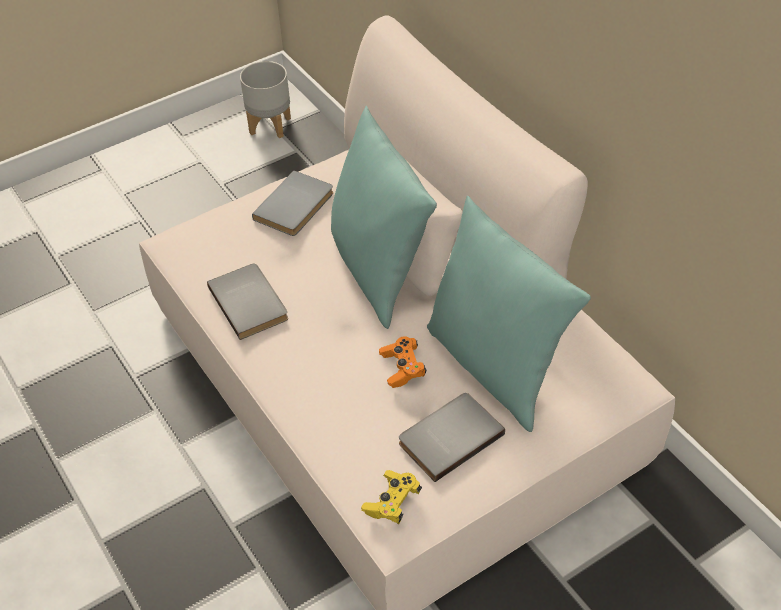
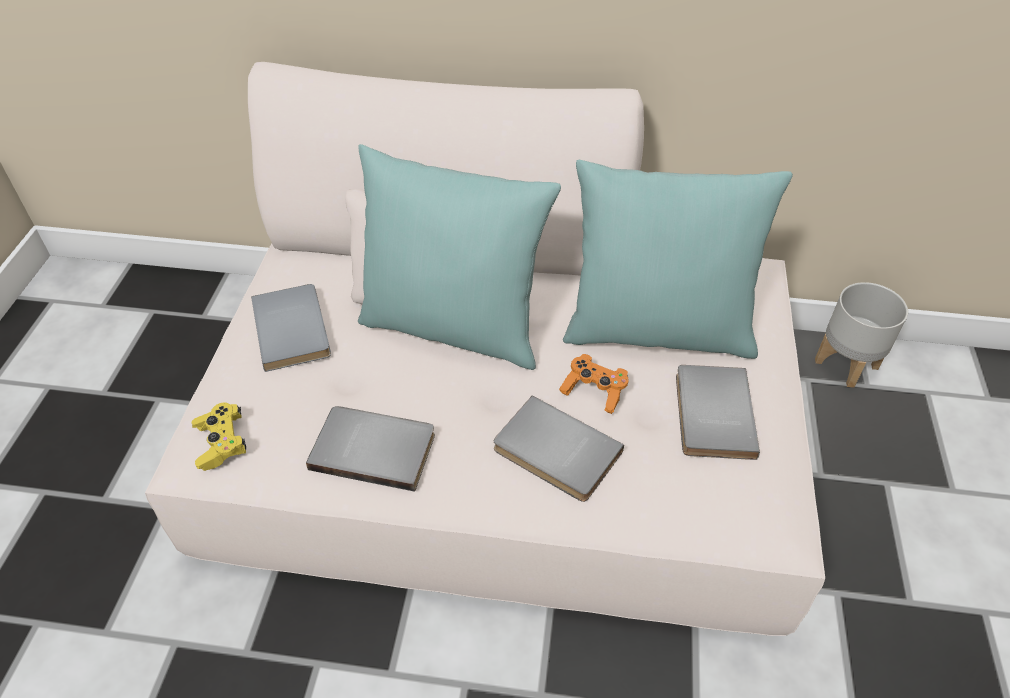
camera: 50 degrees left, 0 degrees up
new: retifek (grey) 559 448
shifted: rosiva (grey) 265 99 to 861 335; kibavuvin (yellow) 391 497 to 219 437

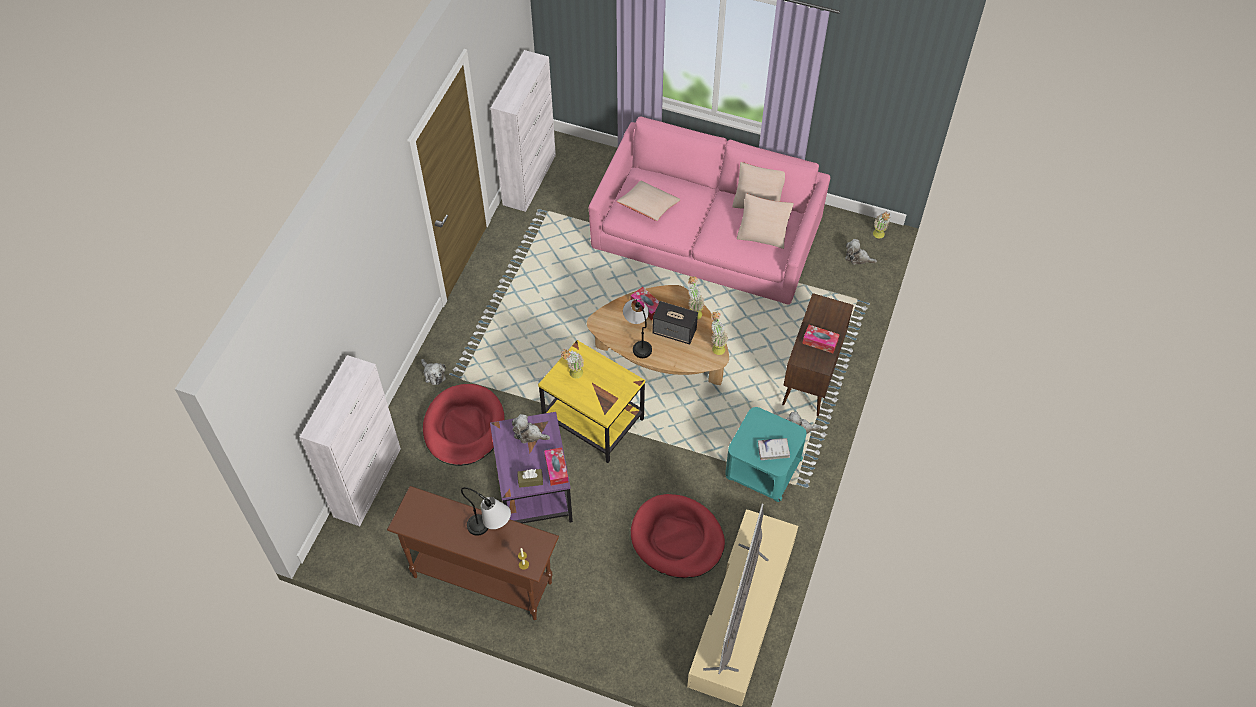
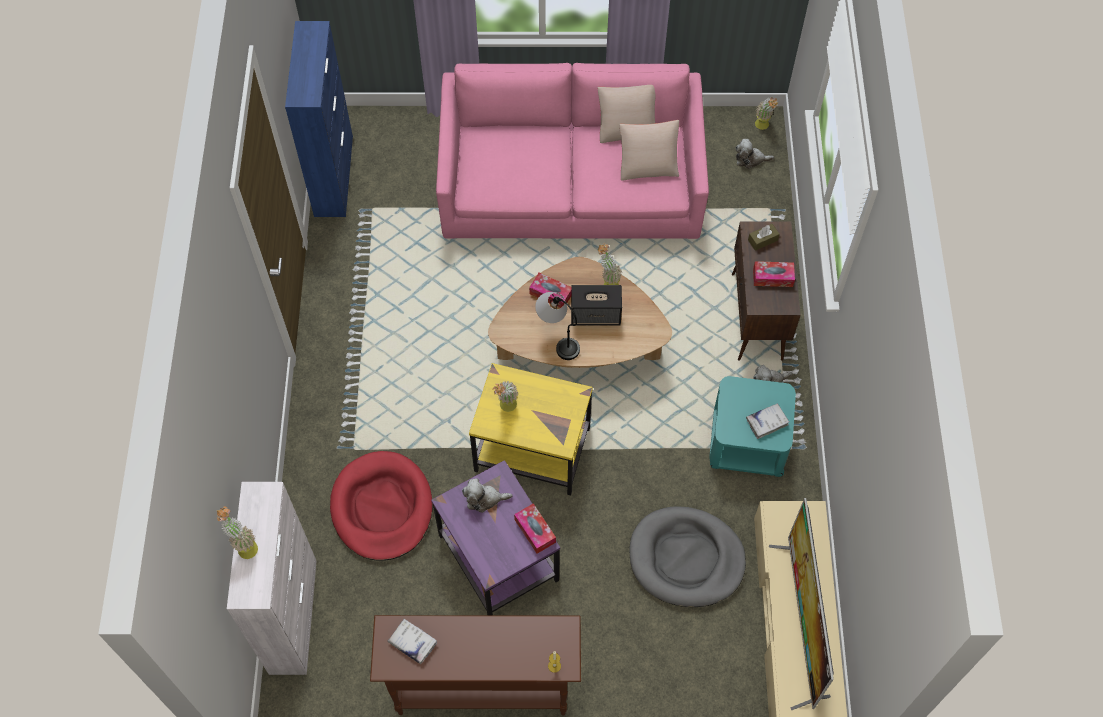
camera: 20 degrees left, 5 degrees up
gone: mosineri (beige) 649 201; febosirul 433 372; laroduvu 486 511
new: retifek (white) 412 641
shifted: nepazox 719 333 to 237 532; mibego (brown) 530 478 to 764 237
repainted: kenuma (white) 523 131 to kenuma (blue) 319 119; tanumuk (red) 678 536 to tanumuk (grey) 687 556

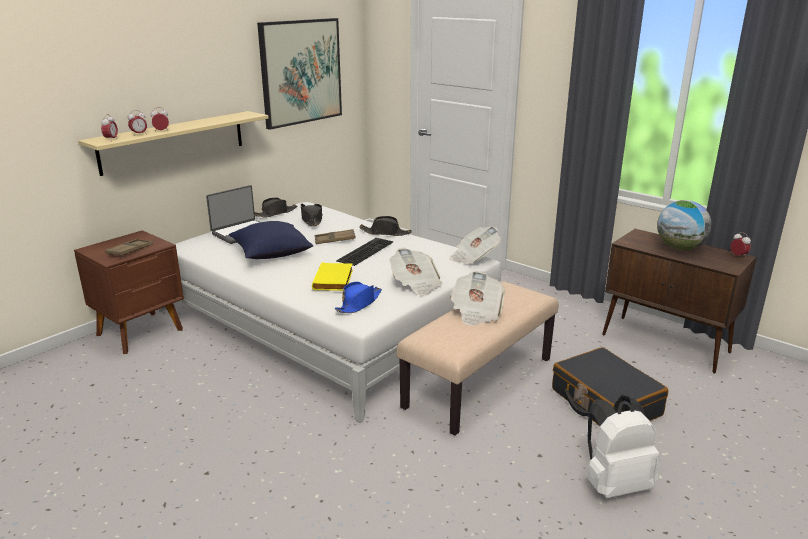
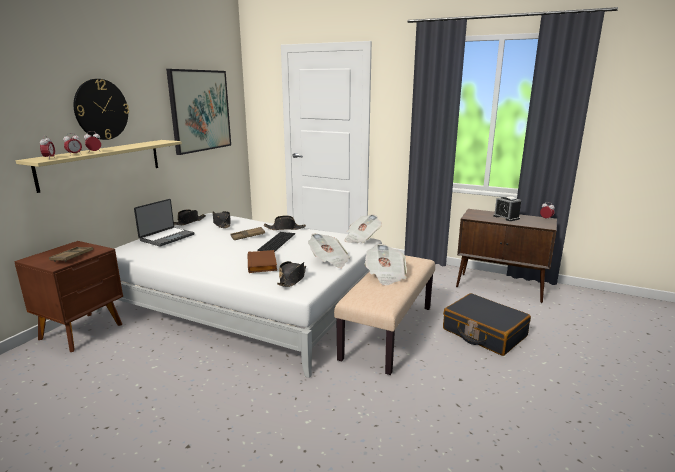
camera: 15 degrees left, 5 degrees down
gone: mosineri (blue) 271 240; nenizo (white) 623 446
new: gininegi 101 109
swapped: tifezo 684 225 to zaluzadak 507 208
repainted: retifek (yellow) 332 276 to retifek (brown) 262 261; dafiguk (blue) 358 297 to dafiguk (black) 291 274

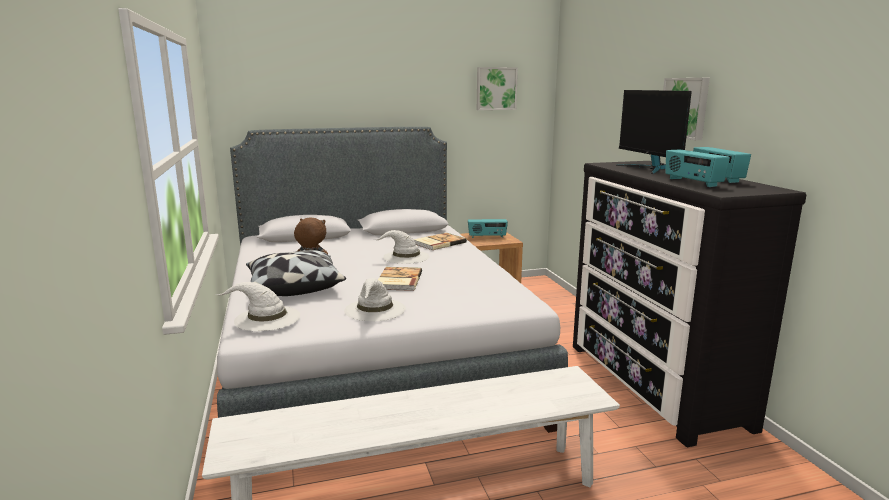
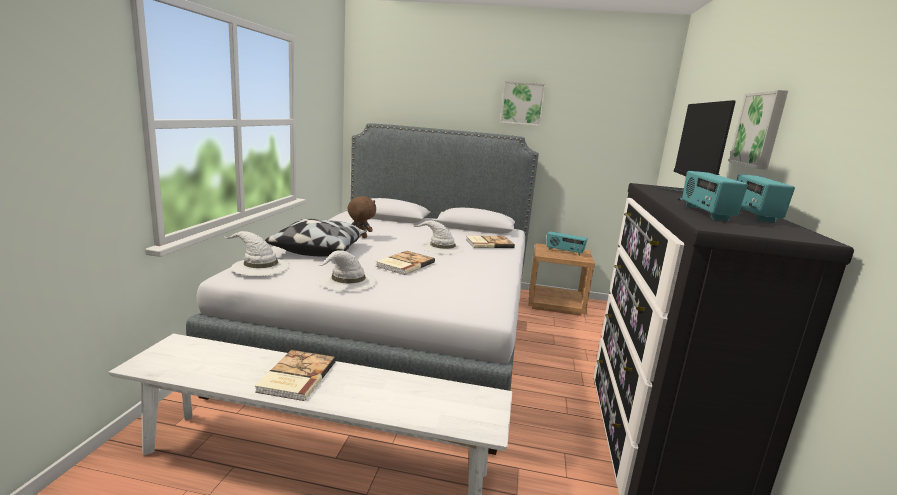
camera: 25 degrees right, 0 degrees up
new: retifek 295 375
shifted: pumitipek 497 88 to 523 103

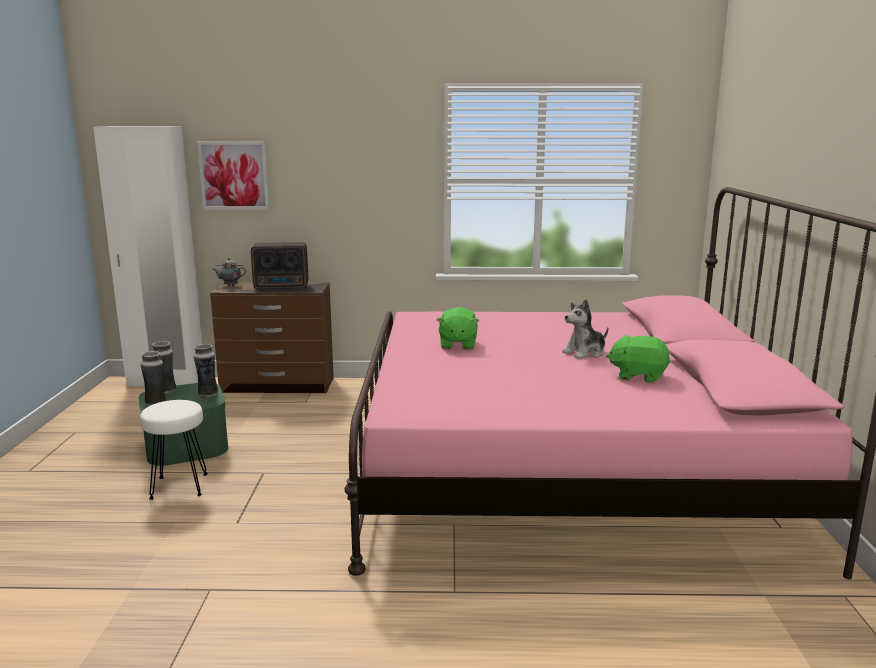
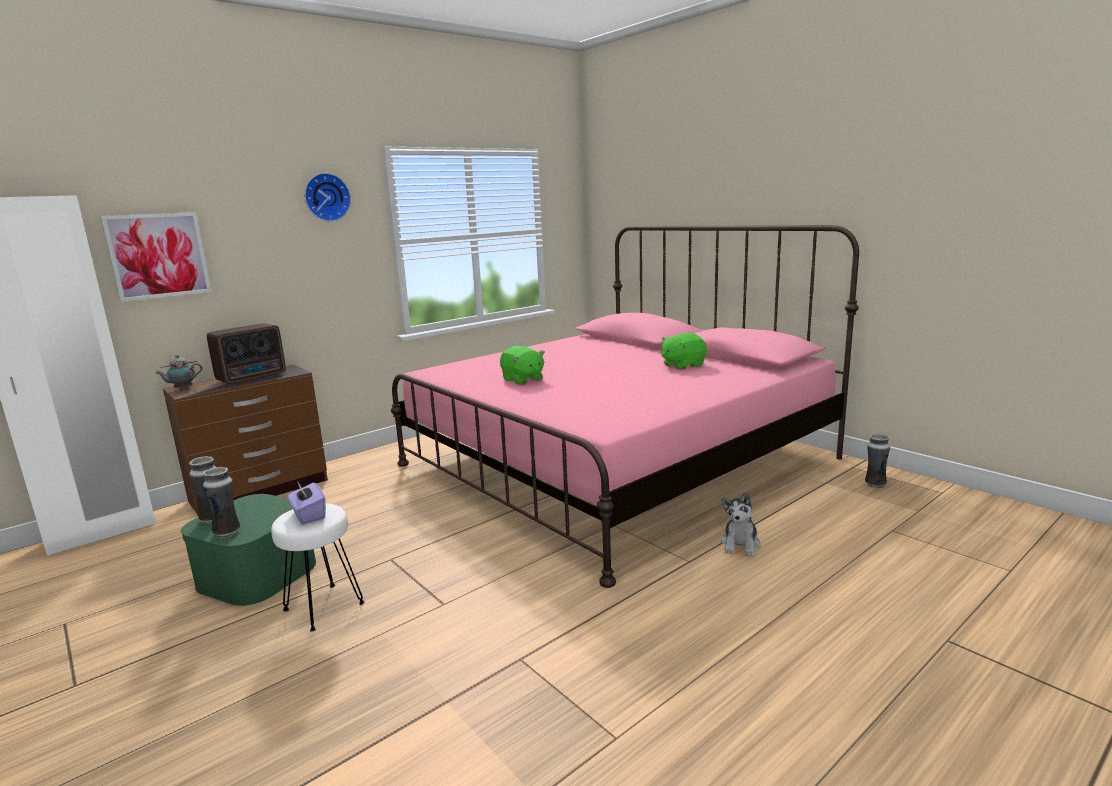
camera: 40 degrees left, 0 degrees up
new: gininegi 327 197; mibego (purple) 307 502
shifted: febosirul 585 329 to 741 524; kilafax 206 371 to 877 461

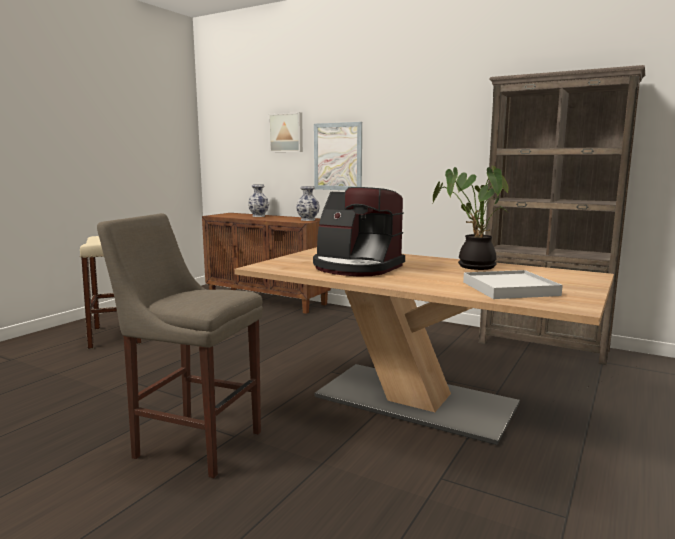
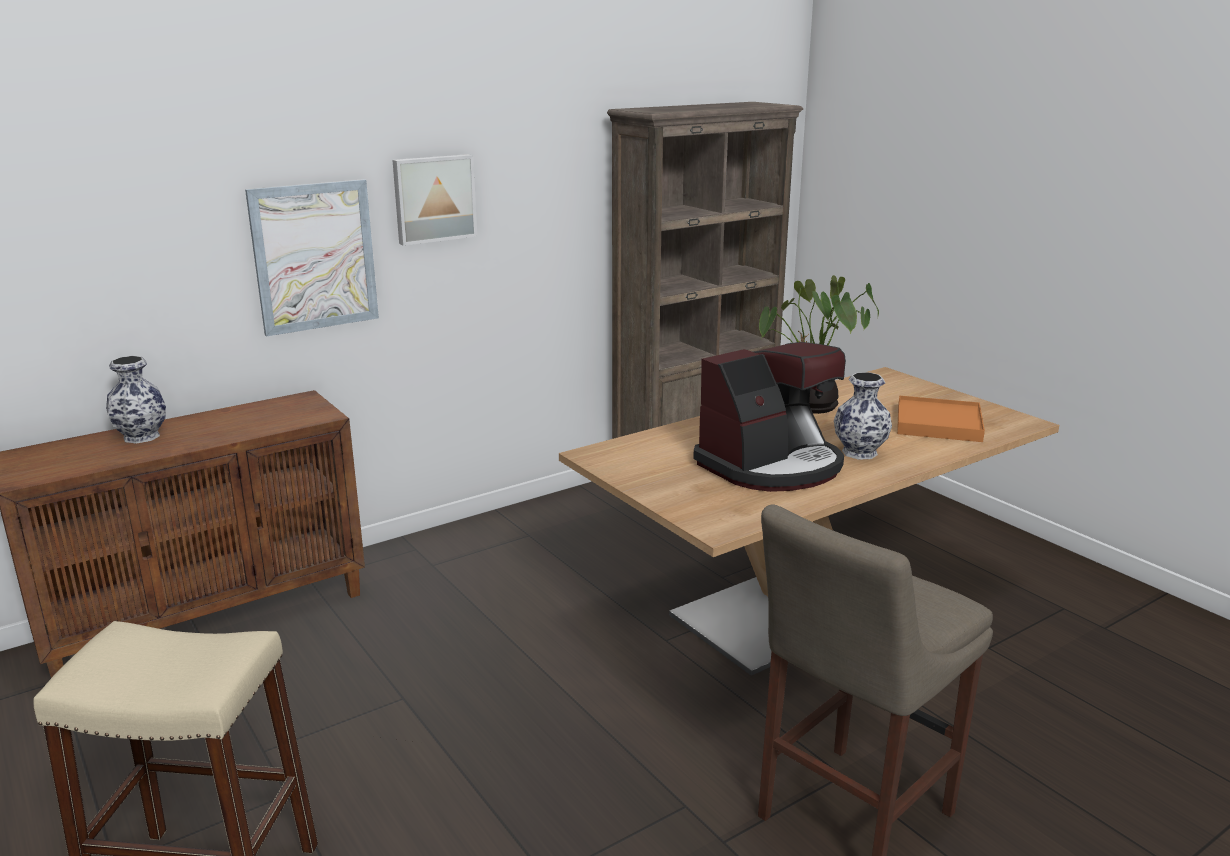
camera: 65 degrees left, 10 degrees up
shifted: pumitipek 285 132 to 434 200; kilafax 308 203 to 863 416
repainted: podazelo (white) 513 284 to podazelo (orange) 941 419

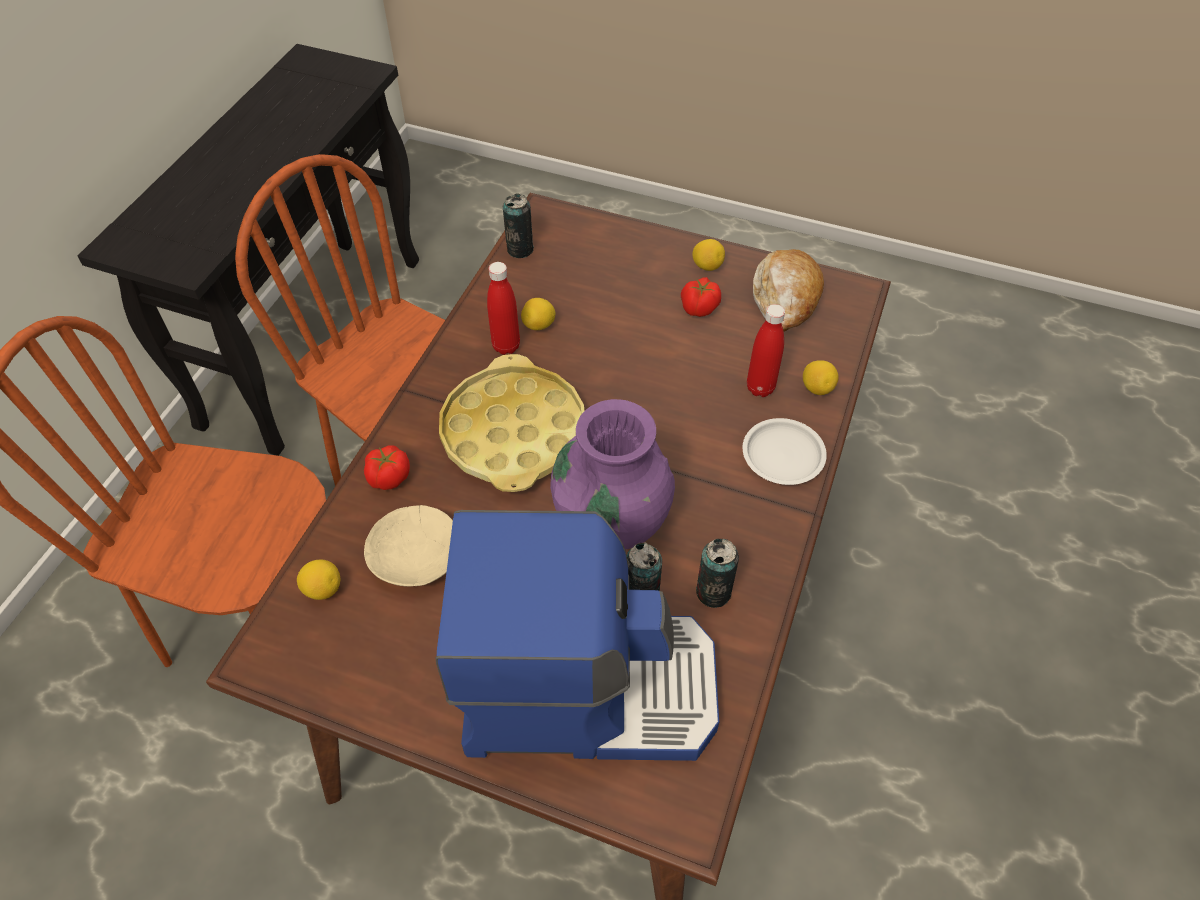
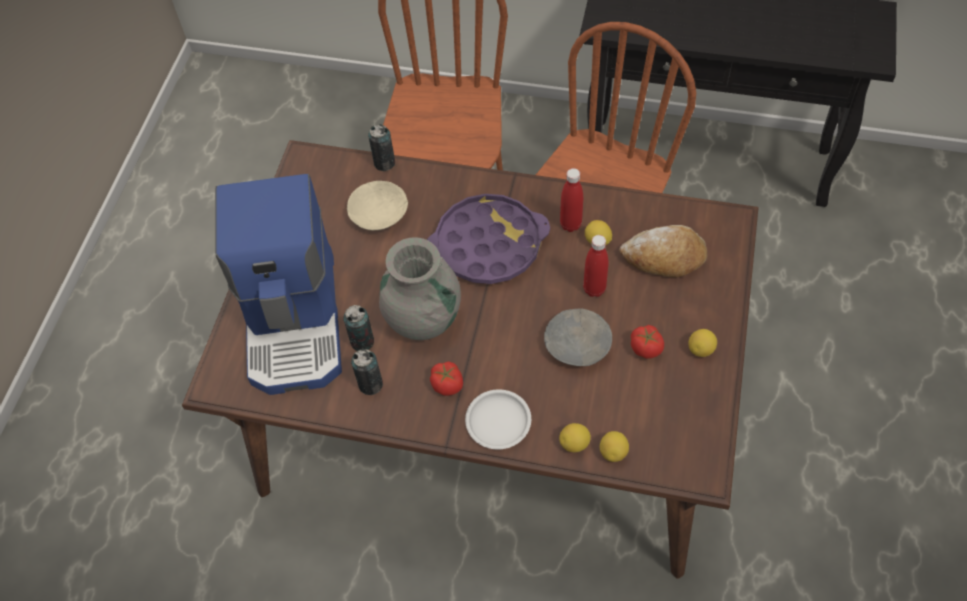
camera: 85 degrees right, 5 degrees up
new: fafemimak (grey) 578 337
shifted: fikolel 518 226 to 381 147; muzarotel 788 290 to 663 251; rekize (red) 766 350 to 596 266; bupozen 387 468 to 446 378; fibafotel 318 579 to 614 446
repainted: podazelo (yellow) 511 423 to podazelo (purple) 488 239; kilafax (purple) 612 474 to kilafax (grey) 420 288

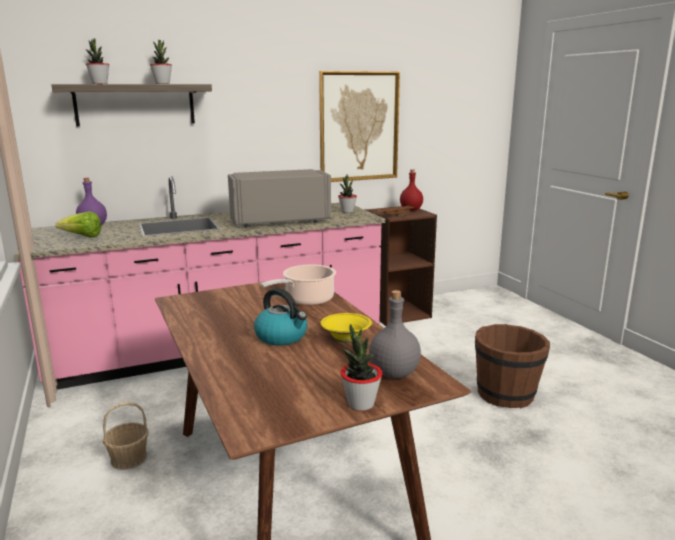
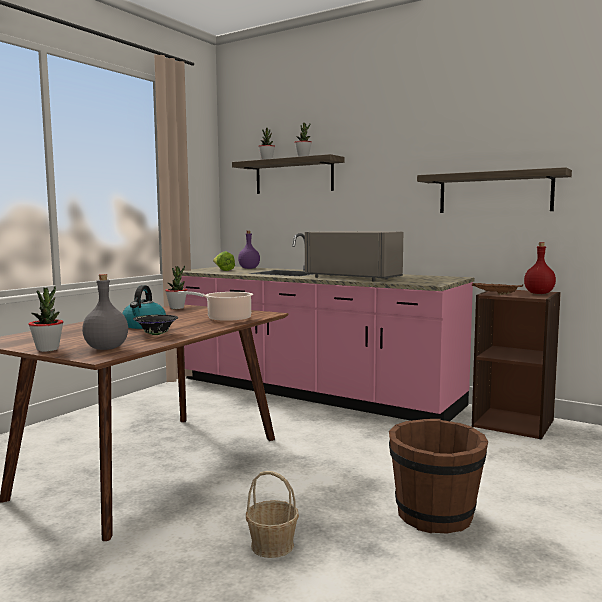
camera: 55 degrees right, 10 degrees down
shifted: nepazox 347 194 to 176 287; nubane 126 436 to 272 514
swapped: pumitipek 359 126 to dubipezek 494 190
repainted: fafemimak (yellow) 346 327 to fafemimak (black) 155 325

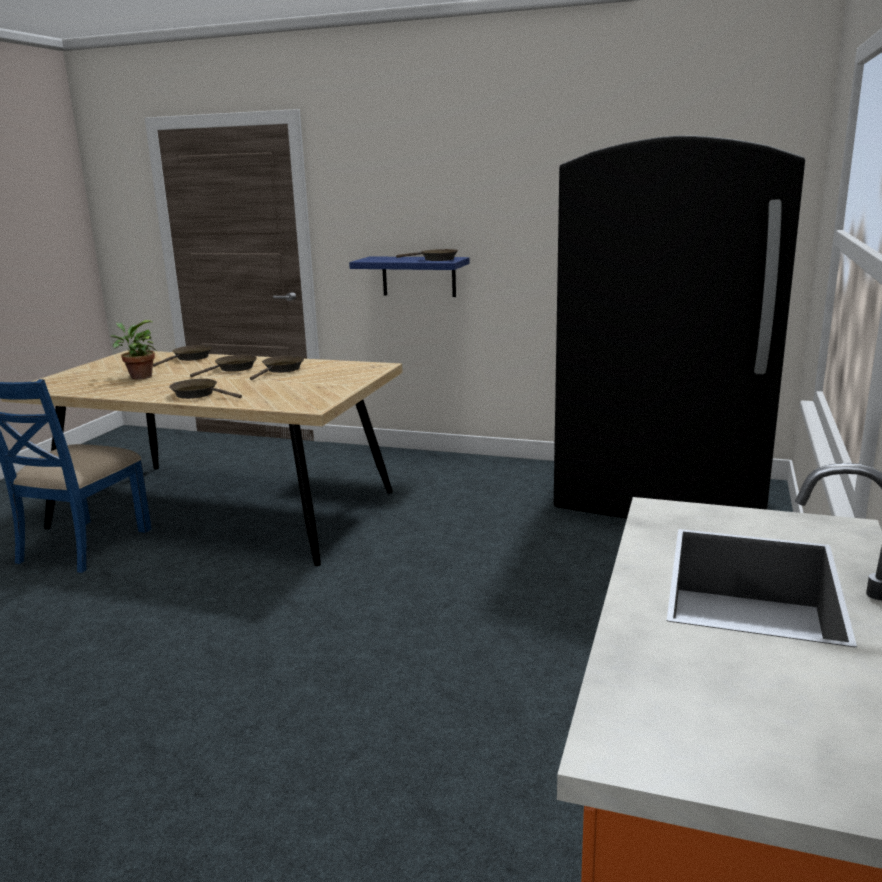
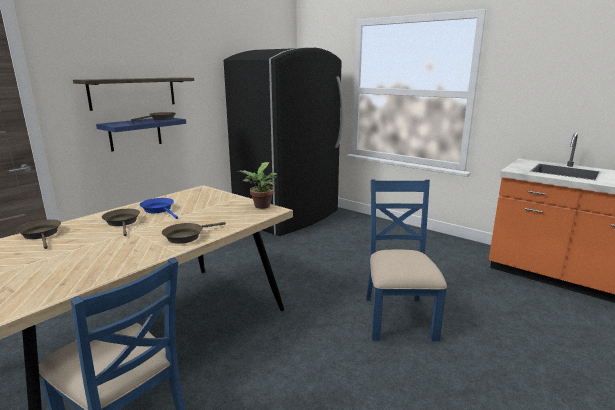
camera: 70 degrees left, 0 degrees up
new: dubipezek 133 94; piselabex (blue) 406 260
shifted: nepazox 133 349 to 257 185
repainted: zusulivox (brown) 277 367 to zusulivox (blue) 159 208

